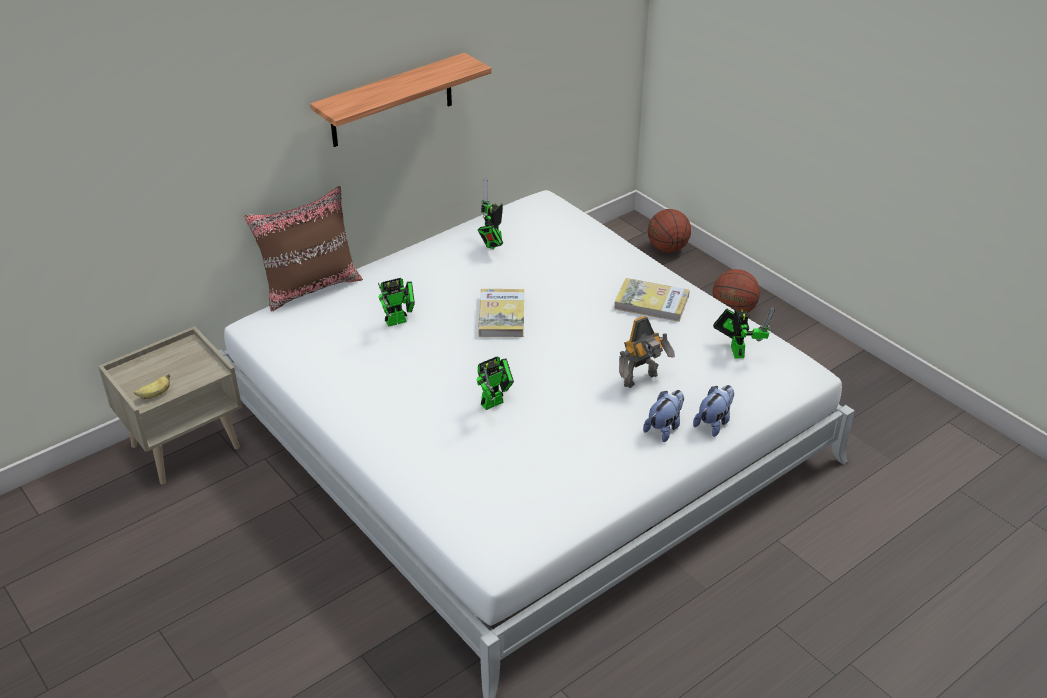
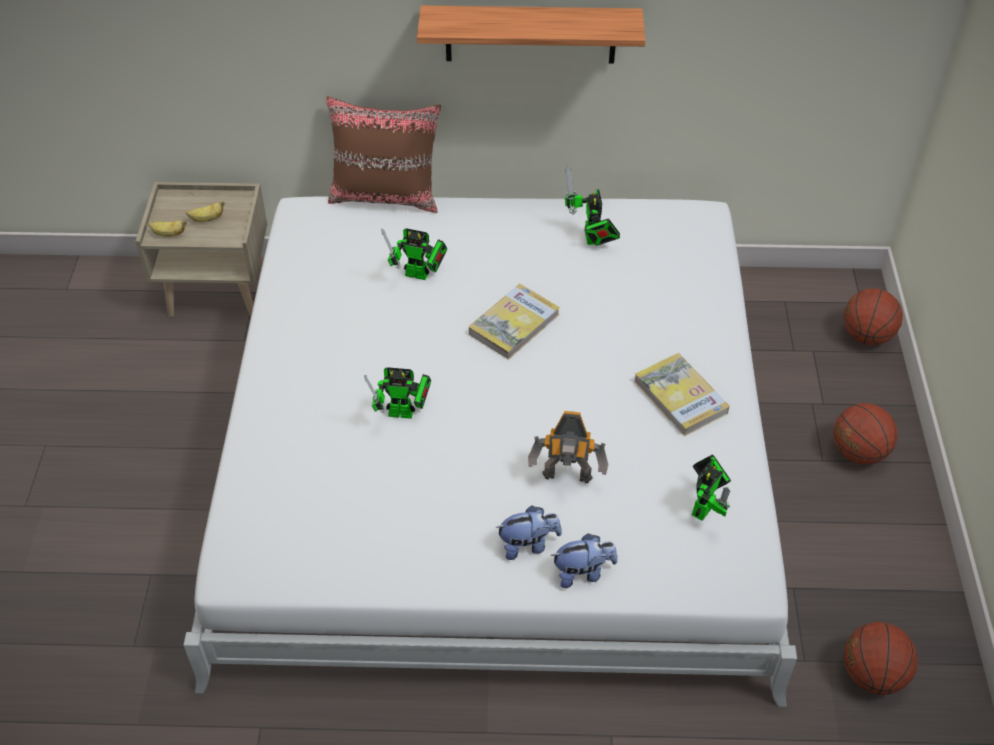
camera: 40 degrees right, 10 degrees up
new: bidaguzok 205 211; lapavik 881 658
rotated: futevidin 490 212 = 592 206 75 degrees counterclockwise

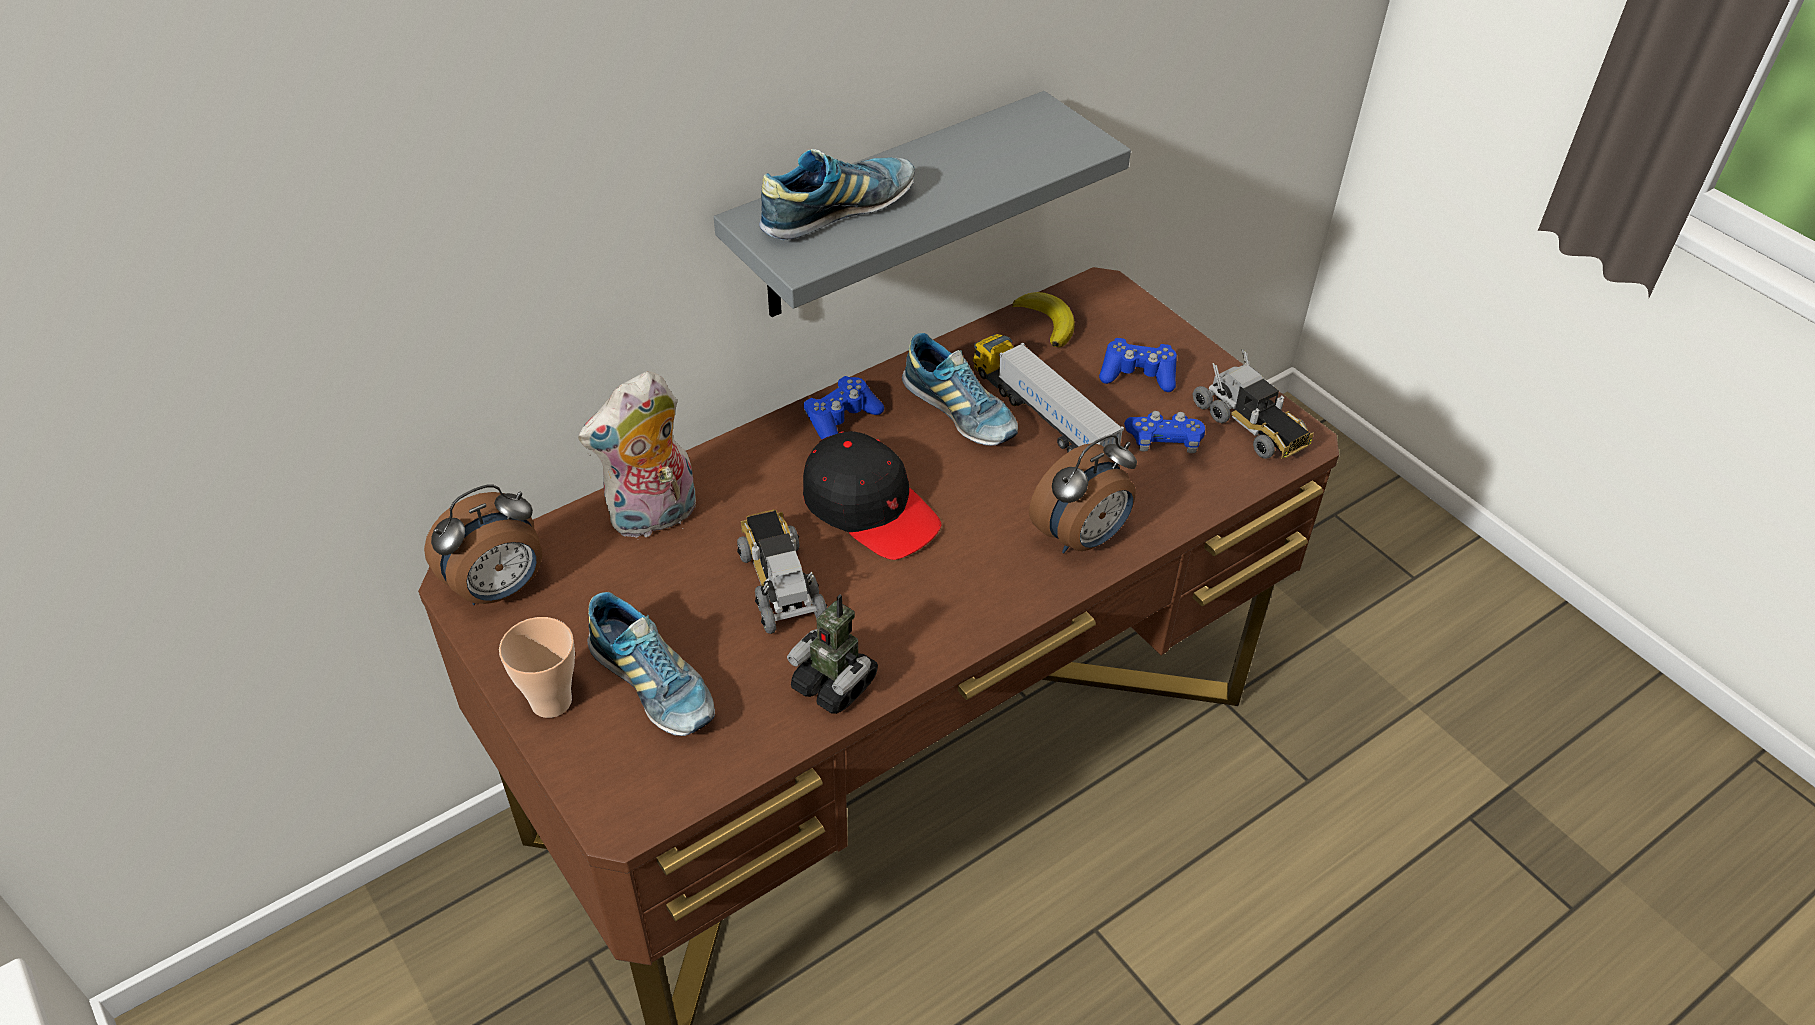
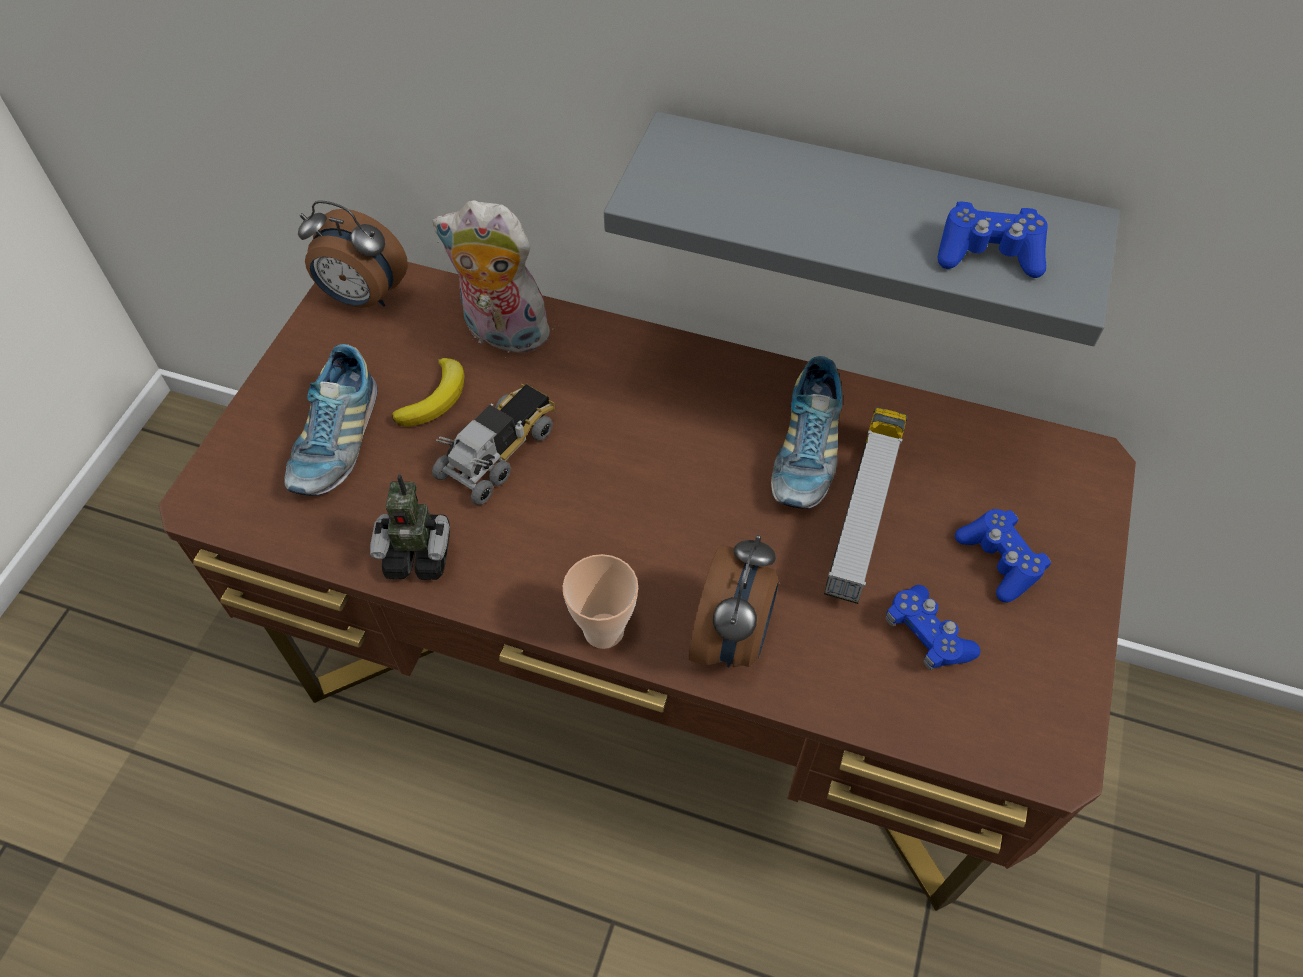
camera: 55 degrees right, 10 degrees up
gone: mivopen 837 194; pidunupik 1253 404; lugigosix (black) 872 495
shifted: bidaguzok 1043 319 to 428 392; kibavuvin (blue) 844 407 to 992 240; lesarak 537 667 to 600 601
rotated: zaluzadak 1083 493 = 734 601 90 degrees counterclockwise; futevidin 832 654 = 410 527 90 degrees counterclockwise

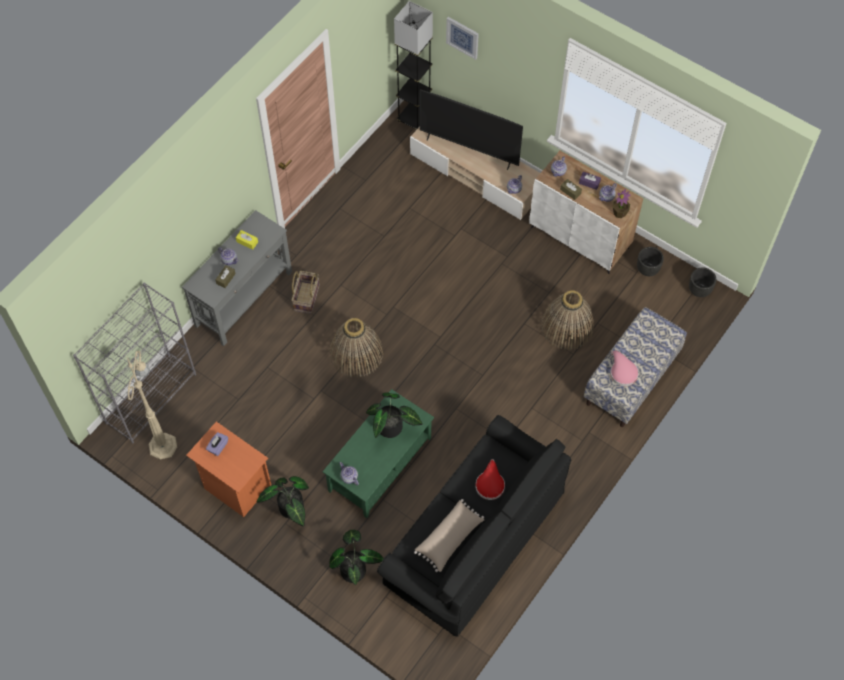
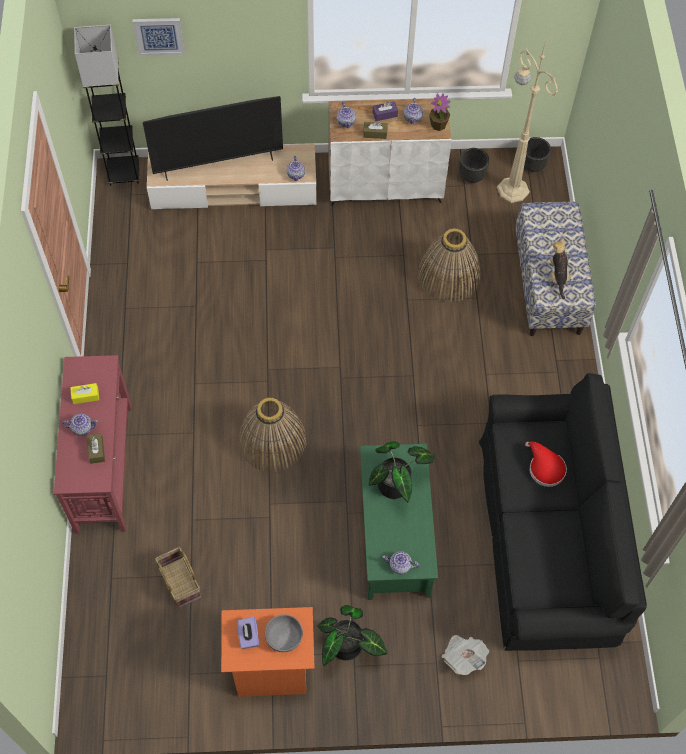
camera: 40 degrees left, 0 degrees up
gone: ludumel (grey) 134 363; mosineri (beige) 449 535
new: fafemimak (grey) 284 633
shifted: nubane 305 292 to 178 577; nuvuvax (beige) 151 405 to 527 121
swapped: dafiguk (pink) 624 368 to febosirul 561 268; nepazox 356 557 to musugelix 465 655
repainted: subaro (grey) 237 278 to subaro (red) 93 444

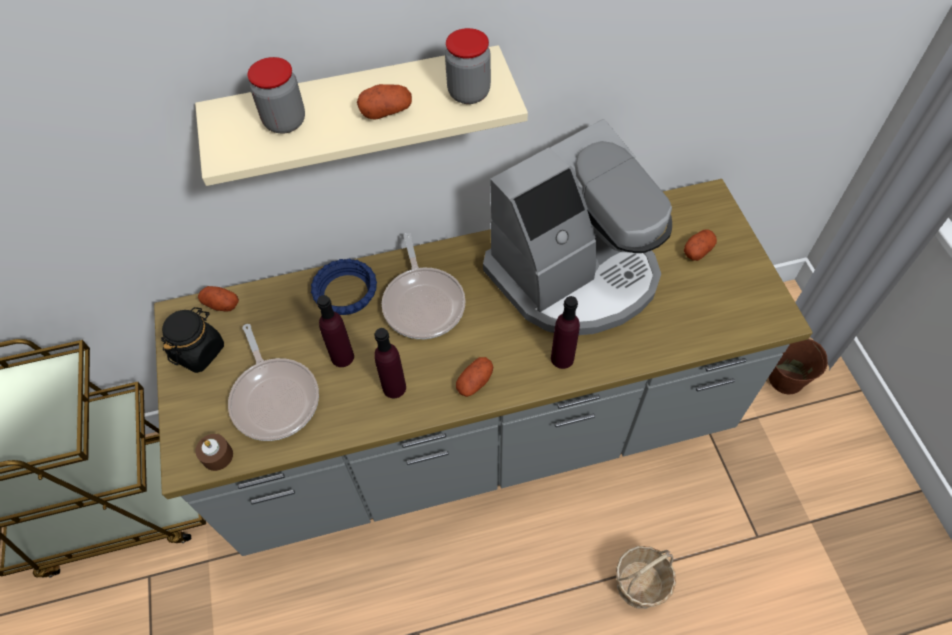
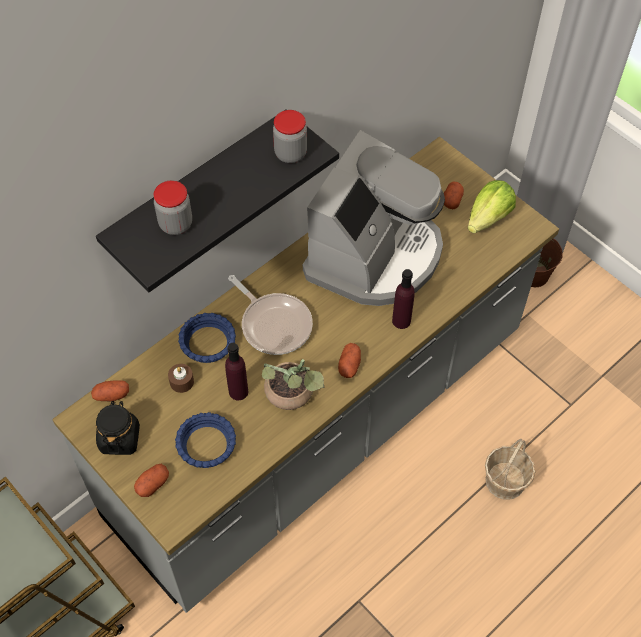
camera: 30 degrees left, 0 degrees up
new: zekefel 492 206
shifted: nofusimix 384 102 to 151 480; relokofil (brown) 214 452 to 181 378
swapped: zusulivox 273 382 to fafemimak (blue) 205 440; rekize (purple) 390 363 to nepazox 293 384
repainted: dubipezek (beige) 361 115 to dubipezek (black) 217 200

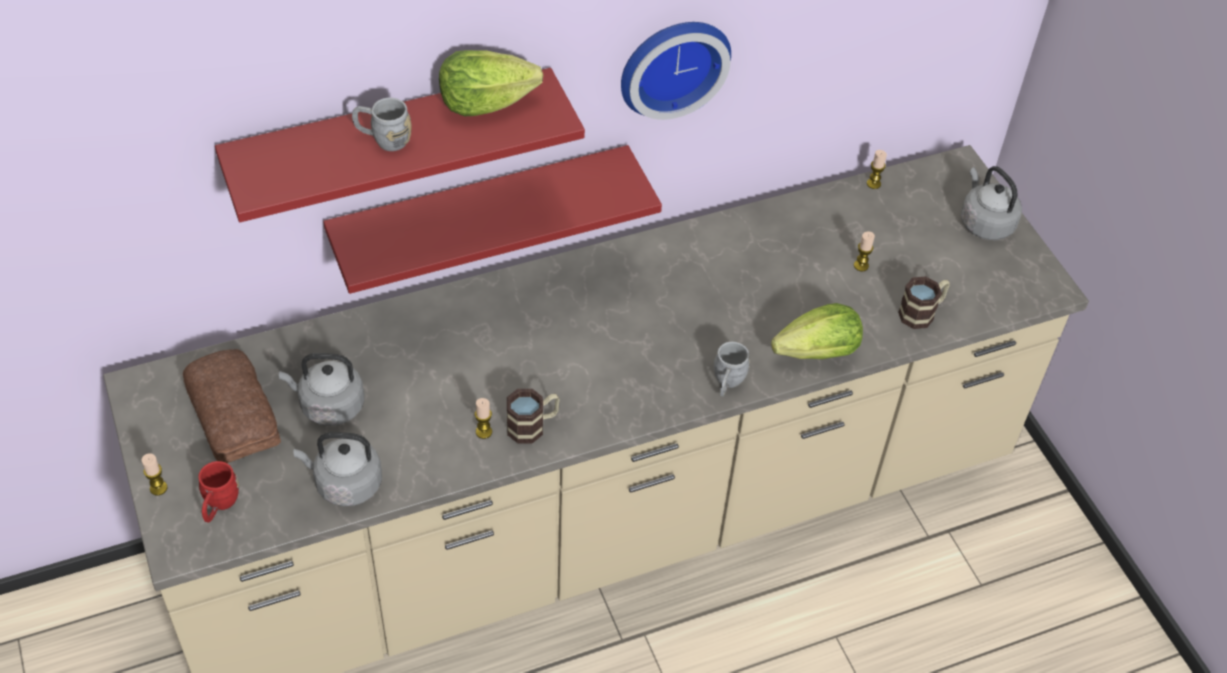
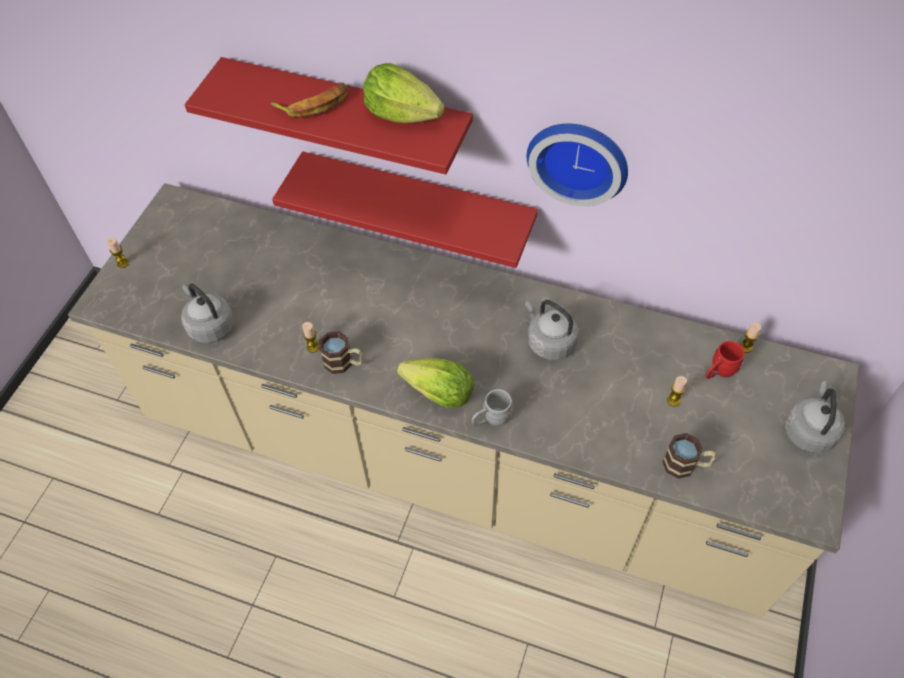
camera: 45 degrees right, 5 degrees up
gone: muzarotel 232 406
shifted: zekefel 817 331 to 435 383; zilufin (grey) 321 389 to 552 330; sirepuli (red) 218 492 to 725 360
swapped: sirepuli (grey) 382 124 to bidaguzok 309 100

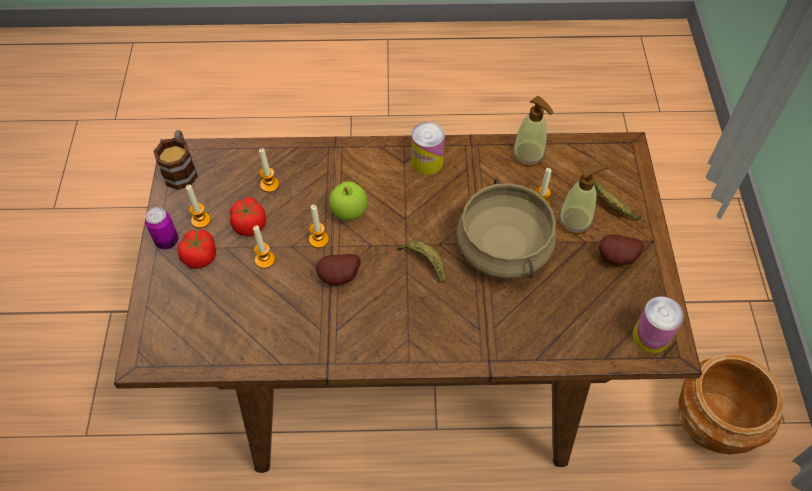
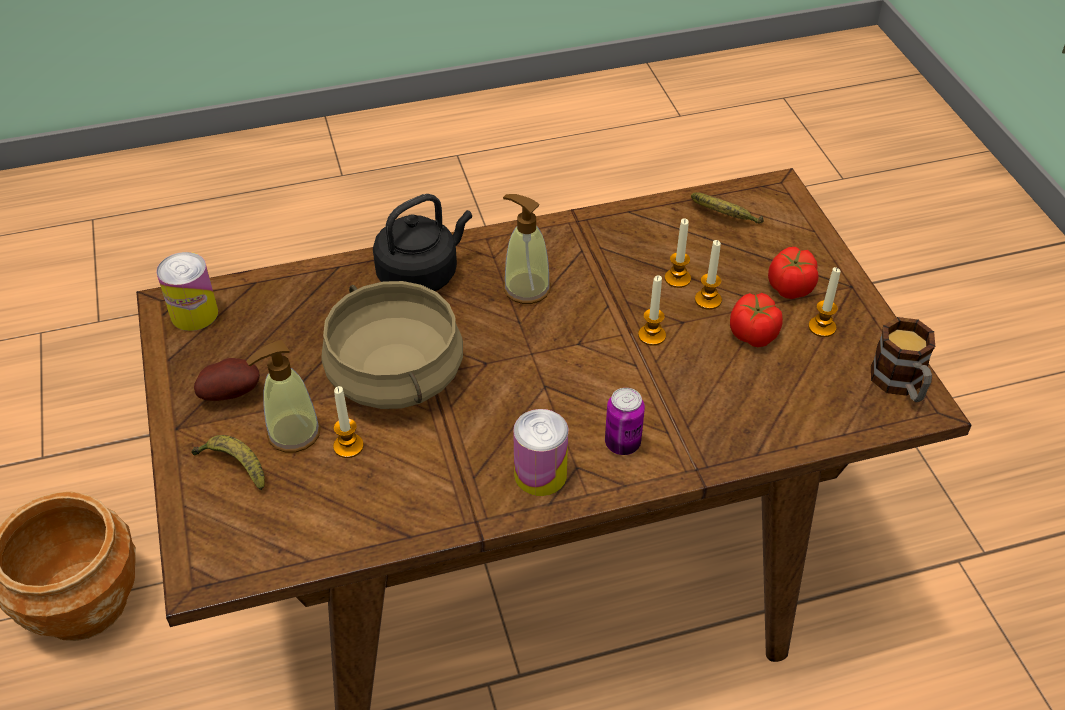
camera: 165 degrees right, 10 degrees down
gone: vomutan 348 201; nofusimix 338 270
new: zilufin (black) 422 242
shifted: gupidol 533 131 to 527 249; relokofil 269 170 to 678 253; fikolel 162 228 to 625 421; bidaguzok 421 261 to 727 208

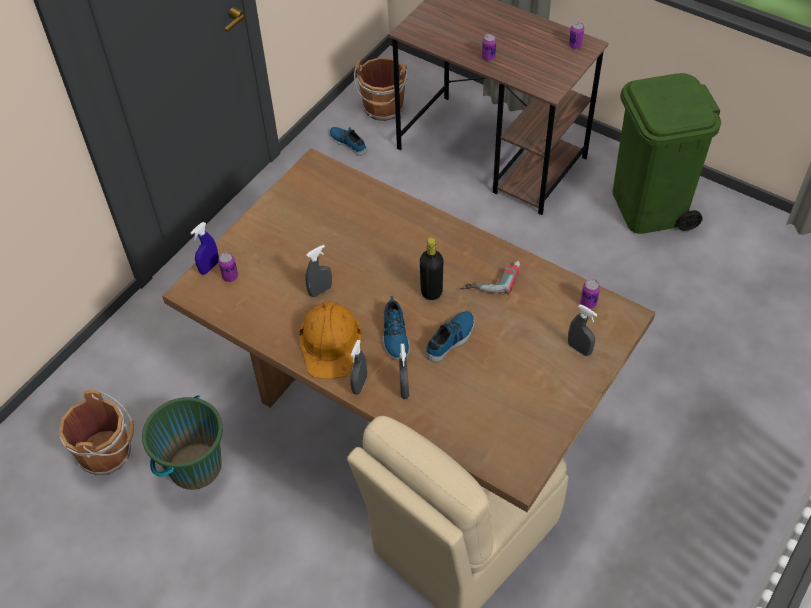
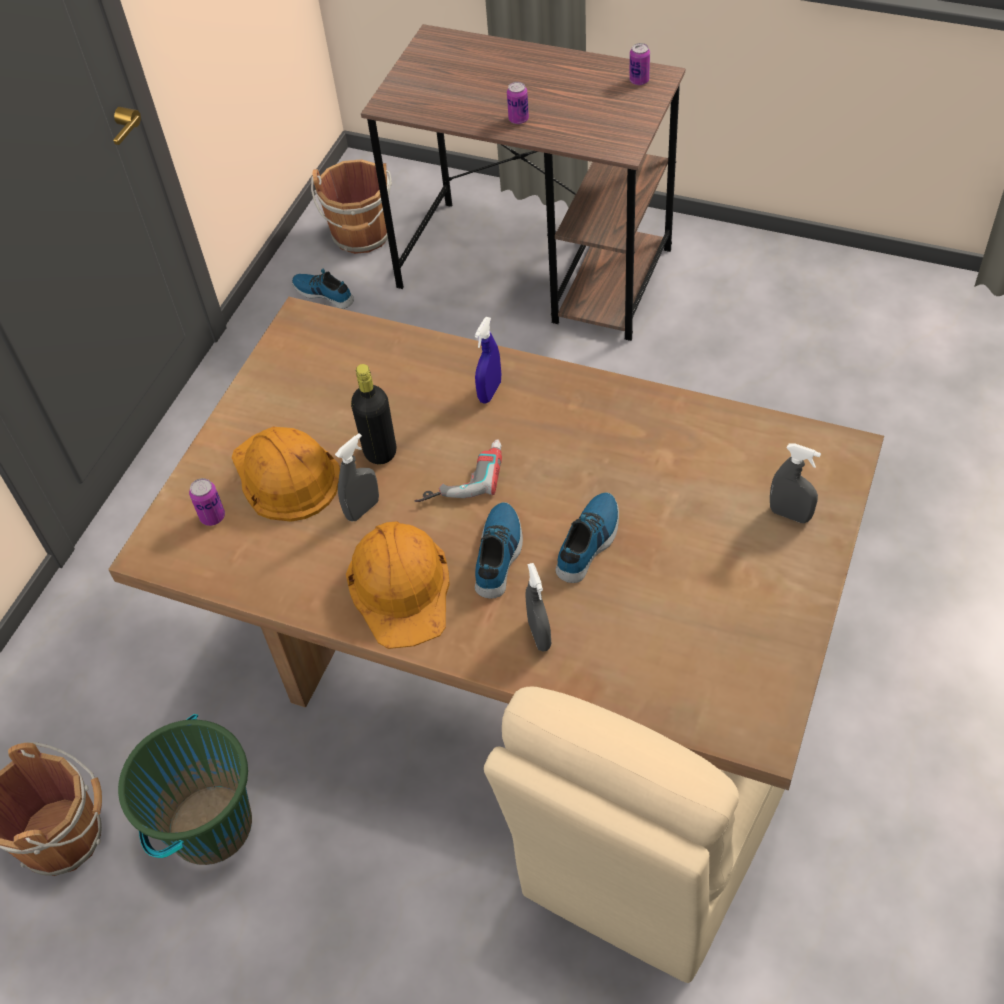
camera: 10 degrees left, 0 degrees up
gone: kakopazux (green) 666 153; fikolel 590 294; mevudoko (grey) 358 367
new: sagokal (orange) 286 474
shifted: mevudoko (blue) 204 248 to 487 360; rekize (black) 431 268 to 373 414; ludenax 490 278 to 458 470
rotated: mivopen 396 328 = 499 550 150 degrees counterclockwise

